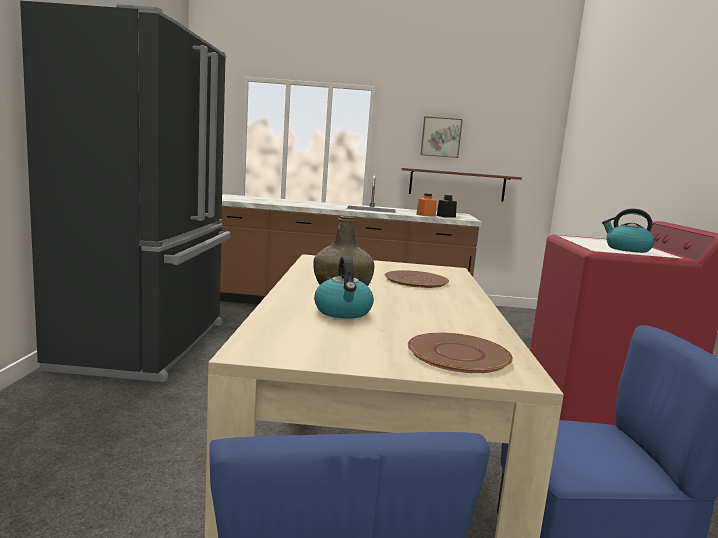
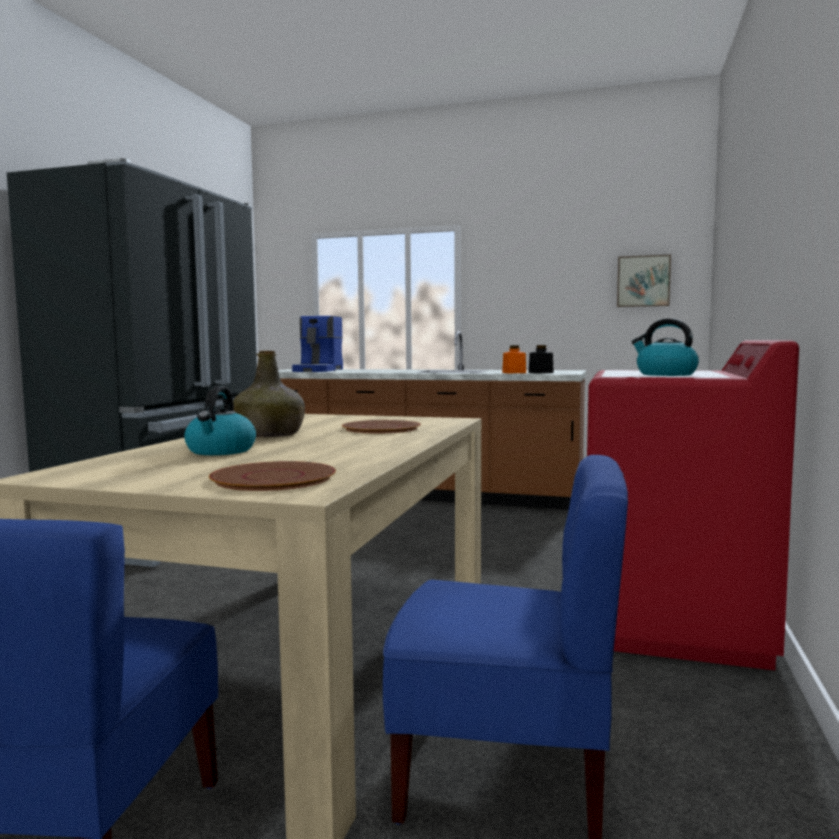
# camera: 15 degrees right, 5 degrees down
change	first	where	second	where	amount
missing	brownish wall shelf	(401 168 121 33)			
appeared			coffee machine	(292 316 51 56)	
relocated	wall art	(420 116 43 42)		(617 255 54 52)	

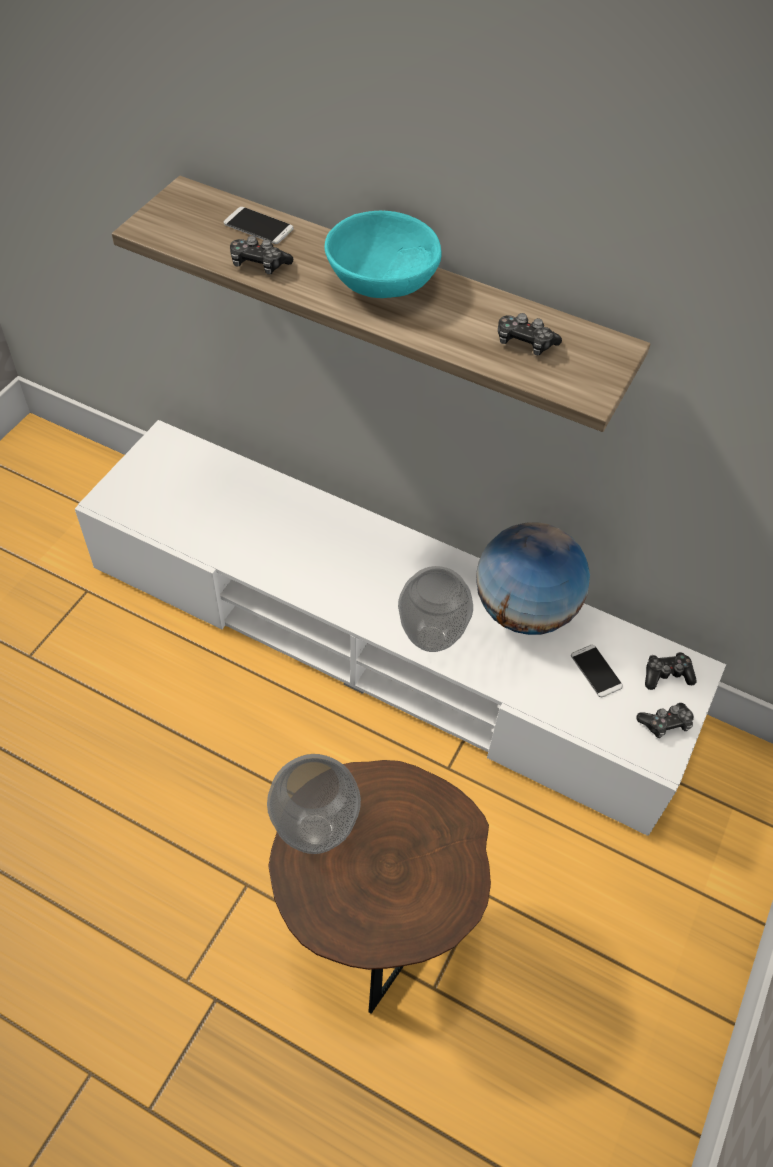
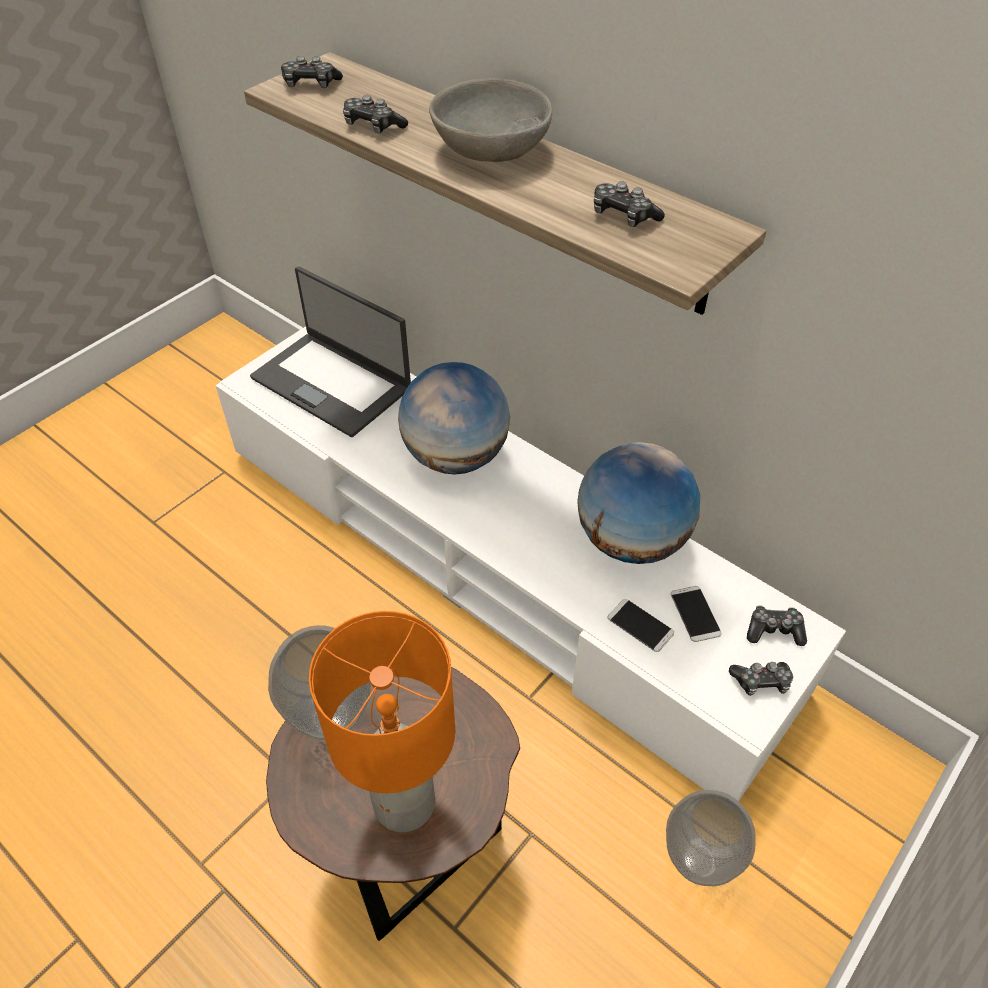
# camera: 15 degrees right, 5 degrees down
change	first	where	second	where	amount
appeared			laptop	(250 267 161 170)	
appeared			gamepad	(281 56 62 32)	
appeared			orange table lamp	(309 611 146 221)	
appeared			globe	(398 362 112 112)	
relocated	telephone	(224 207 70 37)		(608 599 66 53)	
relocated	flower vase	(398 566 75 86)		(666 790 90 96)	
colour	blue-green bowl	(325 211 116 87)	gray bowl	(429 78 123 84)	

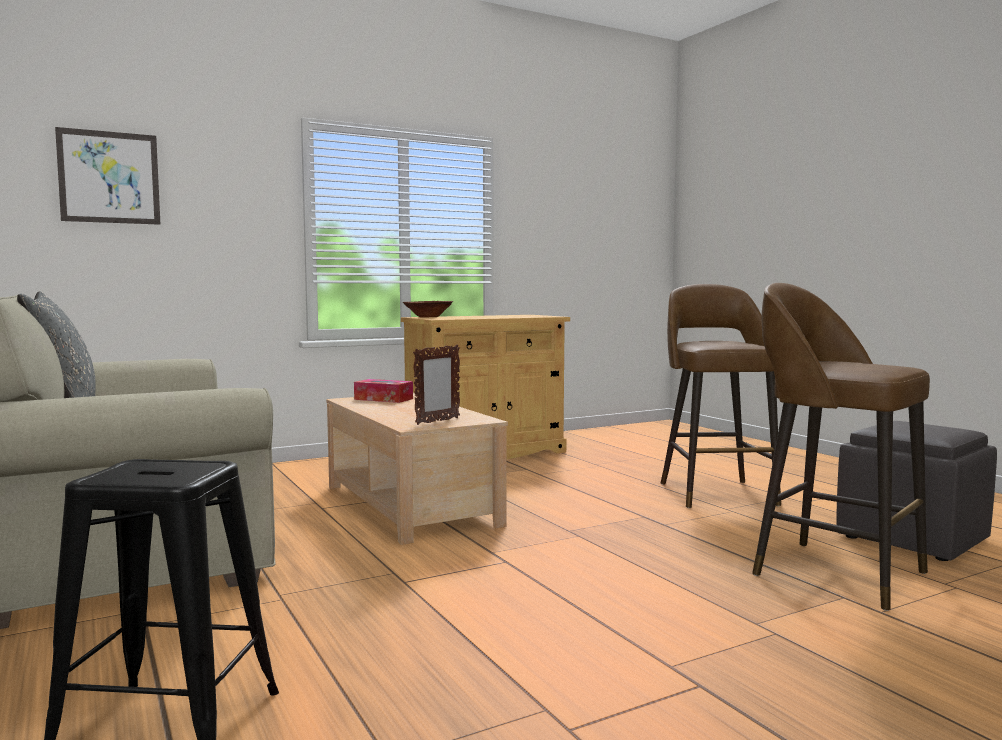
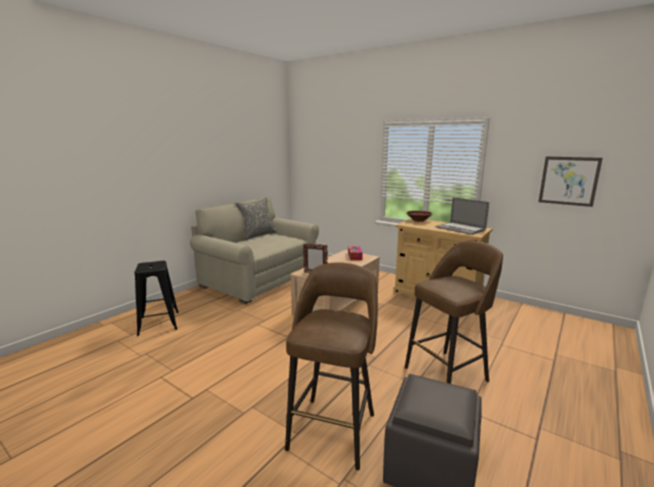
# camera: 65 degrees right, 10 degrees up
change	first	where	second	where	amount
appeared			laptop	(436 197 53 38)	
relocated	wall art	(55 127 105 98)		(538 156 65 51)	

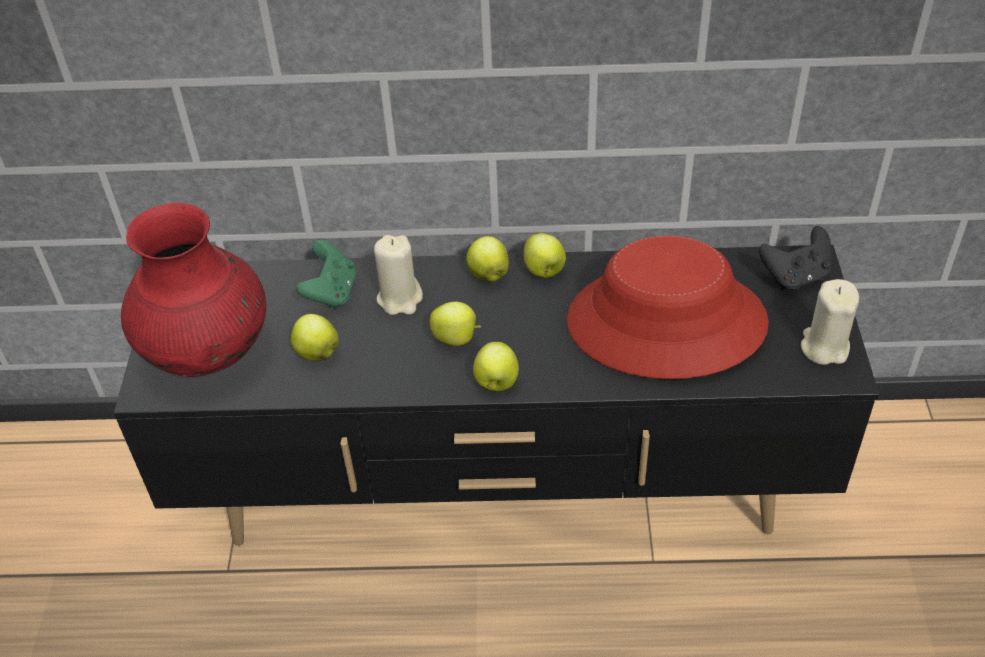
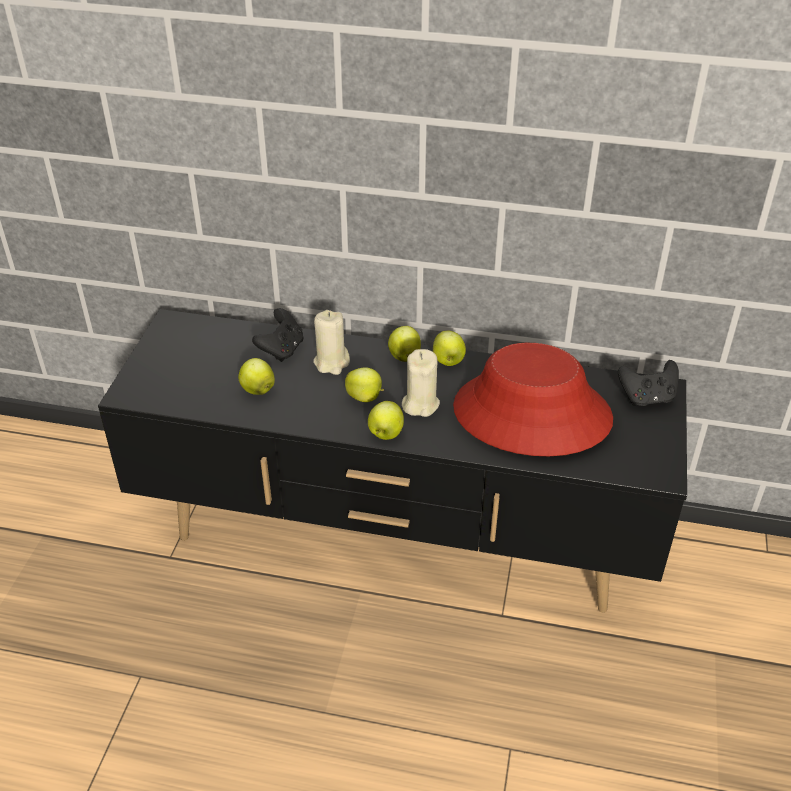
# camera: 10 degrees right, 5 degrees down
change	first	where	second	where	amount
missing	reddish flower vase	(121 203 145 174)			
relocated	beige wax light	(801 279 58 86)		(402 349 38 68)	
colour	greenish gamepad	(296 240 60 69)	blackish gamepad	(252 308 51 54)	

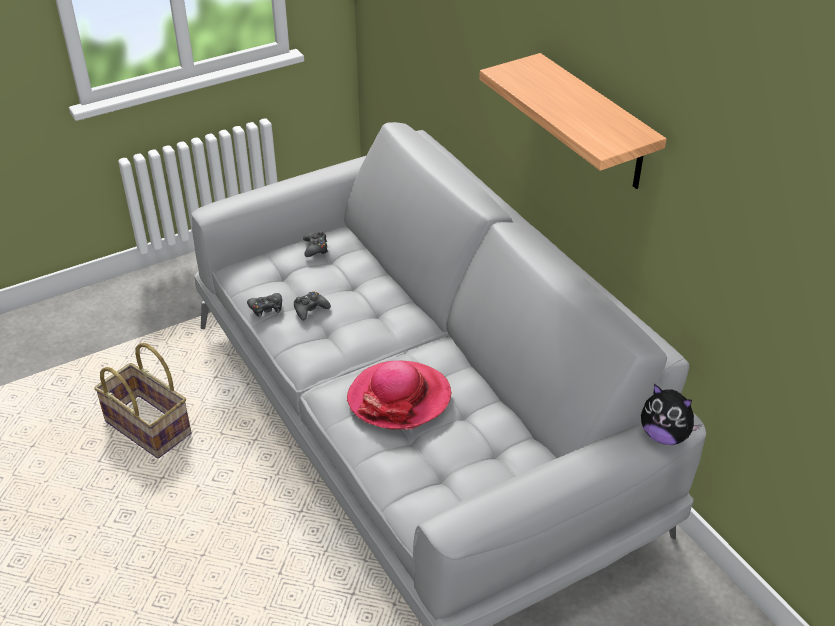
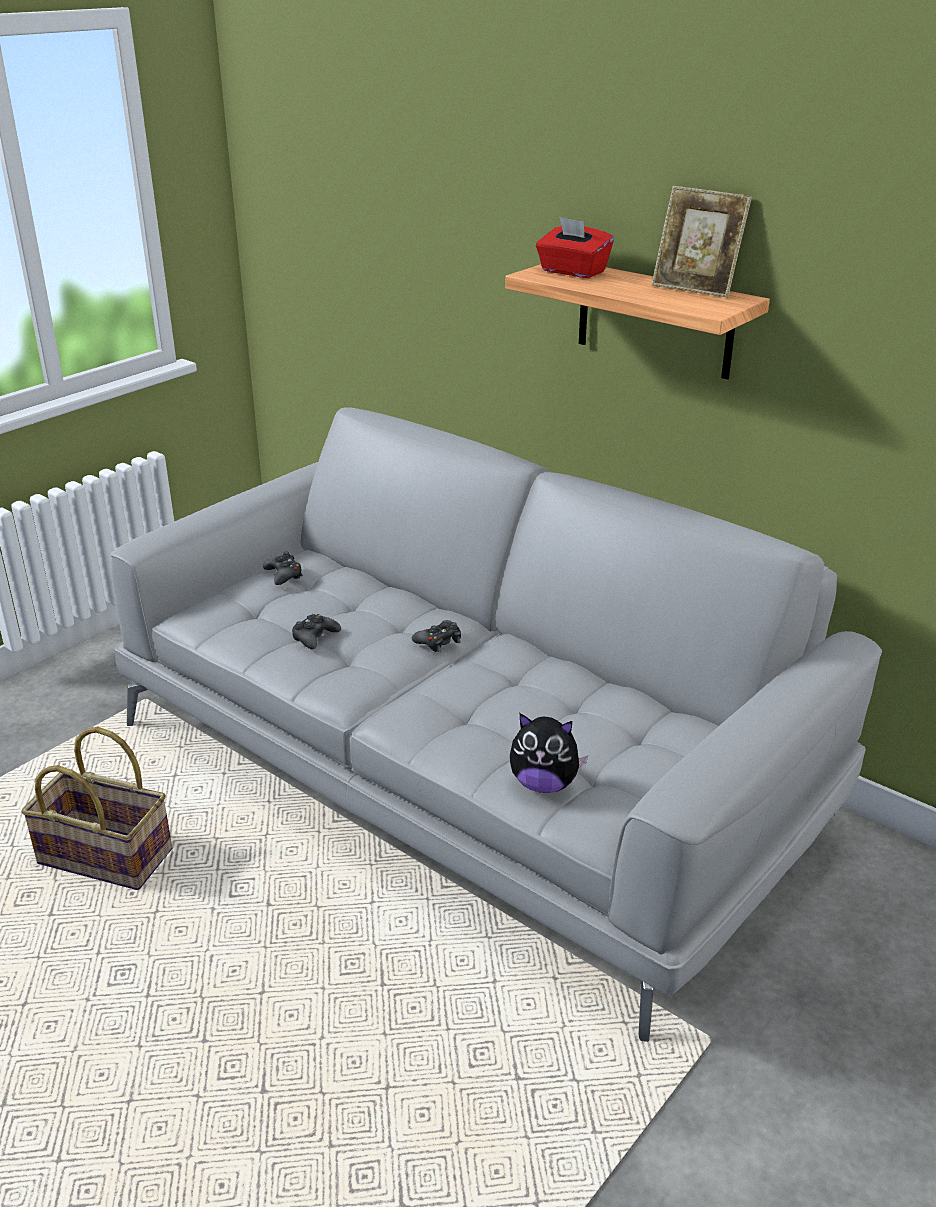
# camera: 20 degrees left, 10 degrees down
change	first	where	second	where	amount
missing	wearable hat	(347 361 104 69)			
appeared			reddish tissue holder	(536 217 78 61)	
appeared			picture frame	(652 186 100 112)	
relocated	blackish gamepad	(247 293 35 24)		(412 620 49 32)	
relocated	plush toy	(641 384 61 61)		(510 713 78 80)	

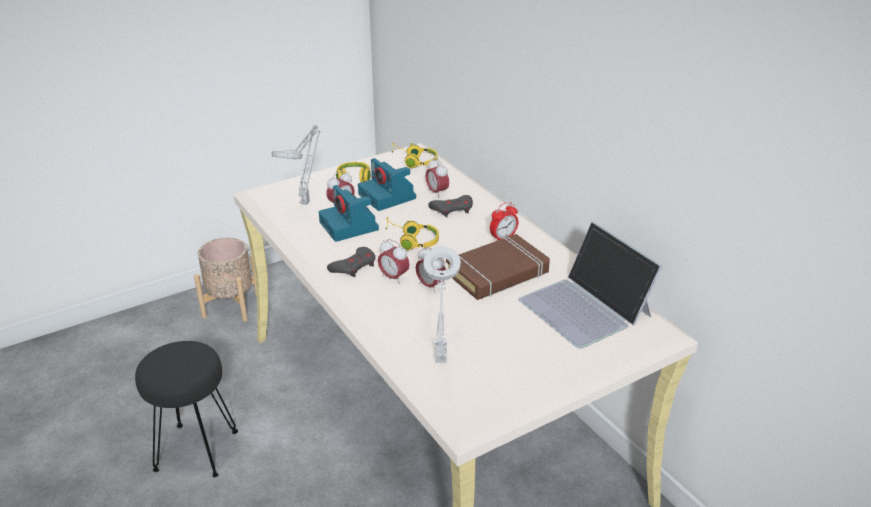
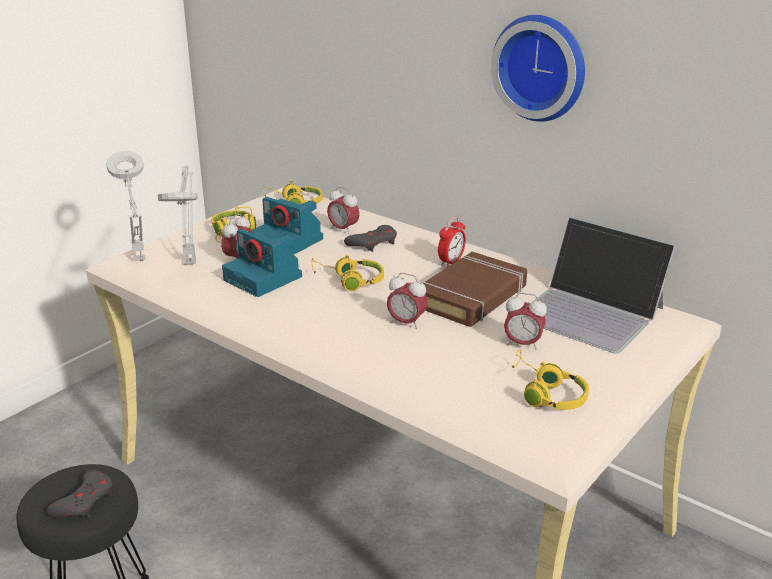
# camera: 20 degrees left, 5 degrees down
change	first	where	second	where	amount
missing	beige flower pot	(194 237 63 85)			
appeared			hanging clock	(491 15 94 107)	
appeared			yellow pair of headphones	(511 350 78 60)	
relocated	gray gamepad	(327 247 48 30)		(46 470 66 48)	
relocated	bedside clock	(378 239 32 45)		(504 293 43 57)	
relocated	gray table lamp	(423 246 38 117)		(106 151 40 110)	

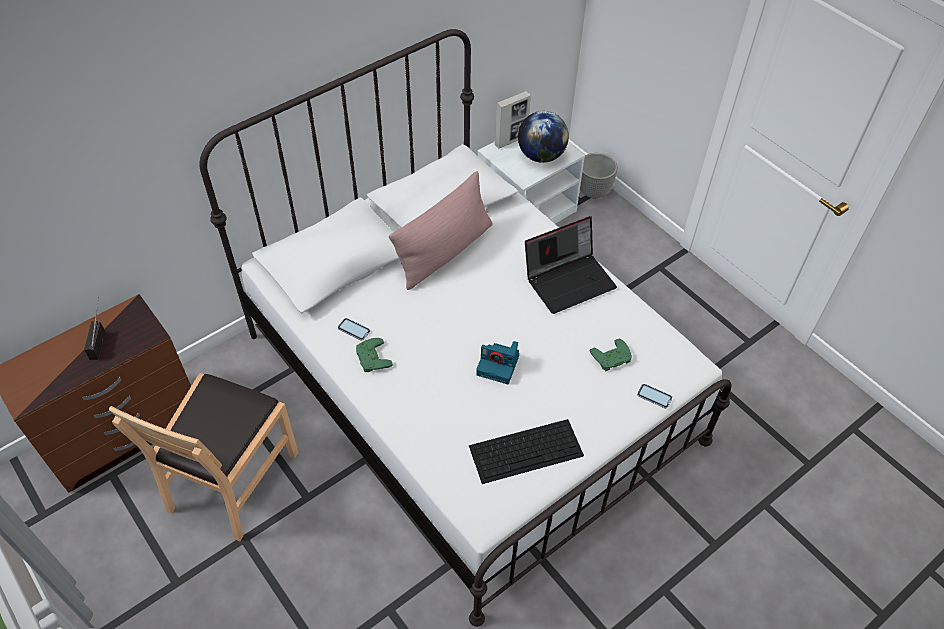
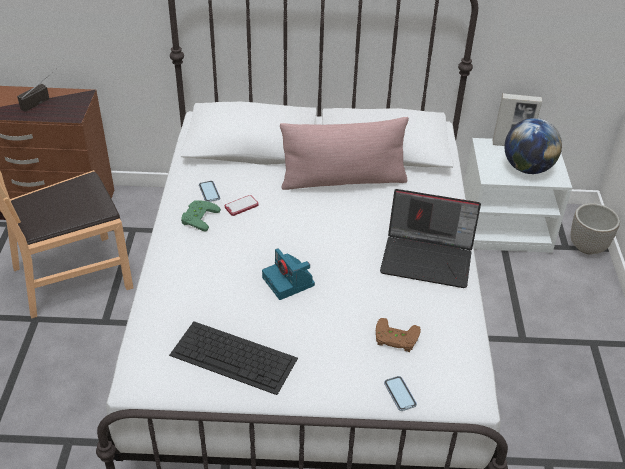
# camera: 40 degrees right, 10 degrees down
change	first	where	second	where	amount
appeared			telephone	(225 195 34 21)	
colour	greenish gamepad	(590 339 42 32)	brownish gamepad	(376 318 45 34)	

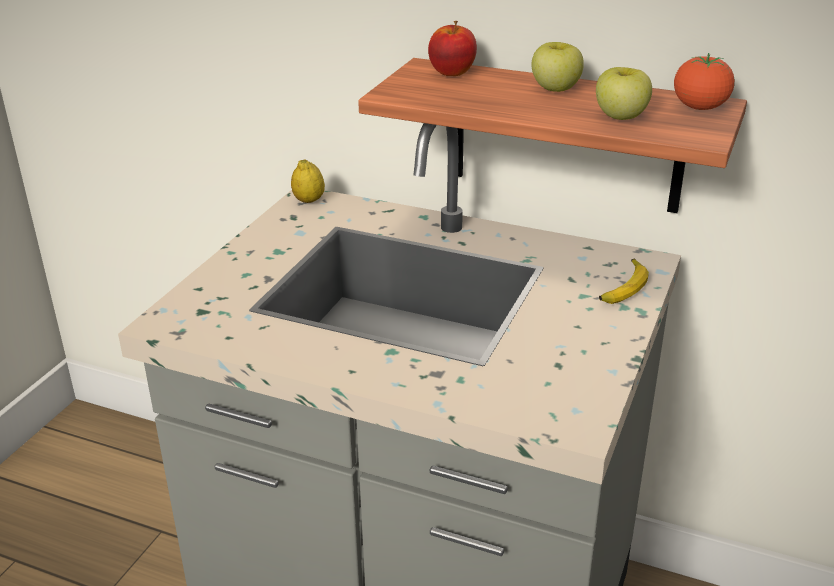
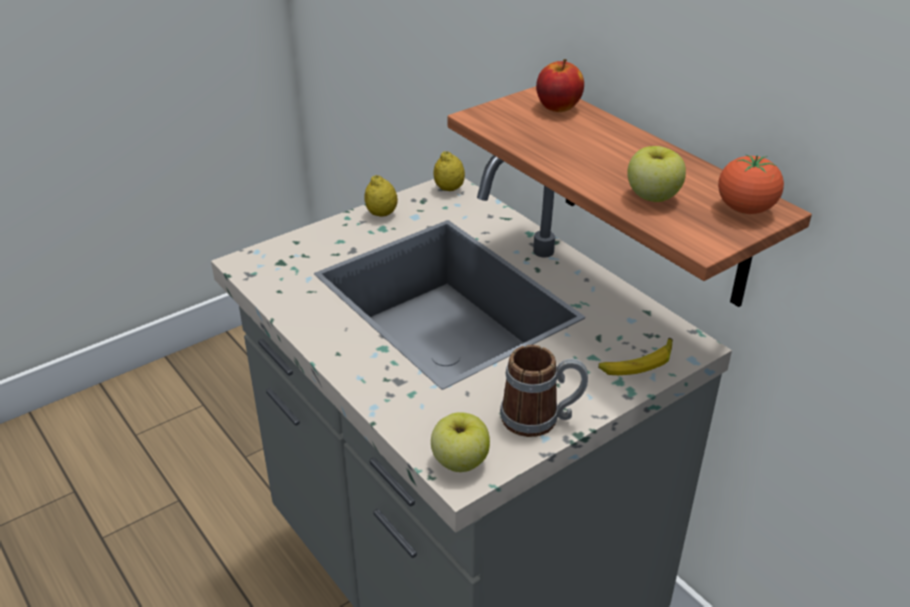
# camera: 30 degrees right, 5 degrees up
change	first	where	second	where	amount
appeared			whole lemon	(364 175 34 42)	
appeared			mug	(500 345 88 92)	
relocated	apple fruit	(531 42 53 50)		(431 412 59 60)	

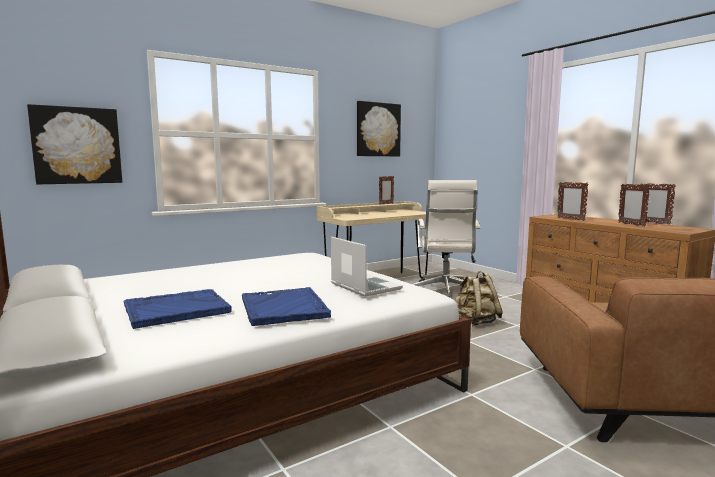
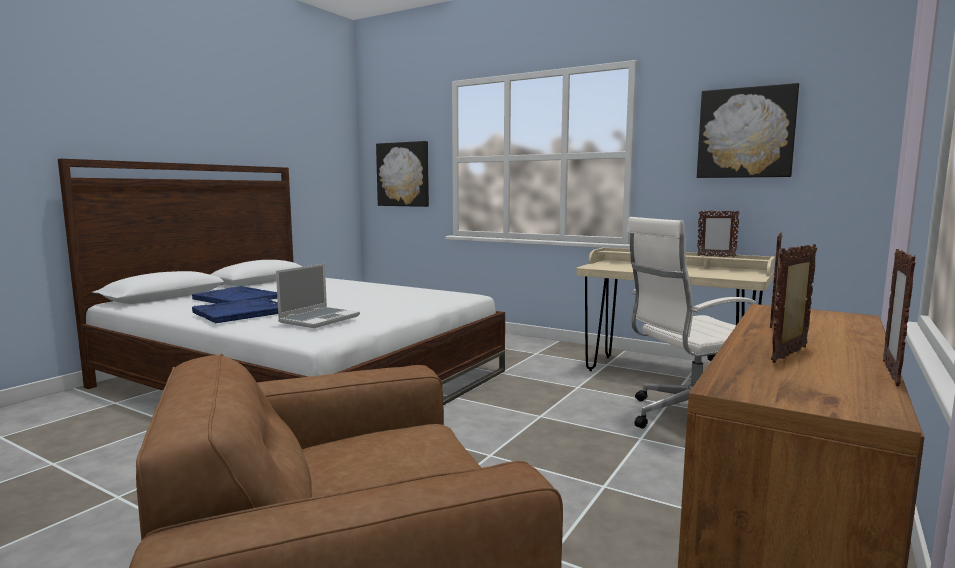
# camera: 65 degrees right, 0 degrees up
change	first	where	second	where	amount
missing	beige rucksack	(455 271 48 54)			

